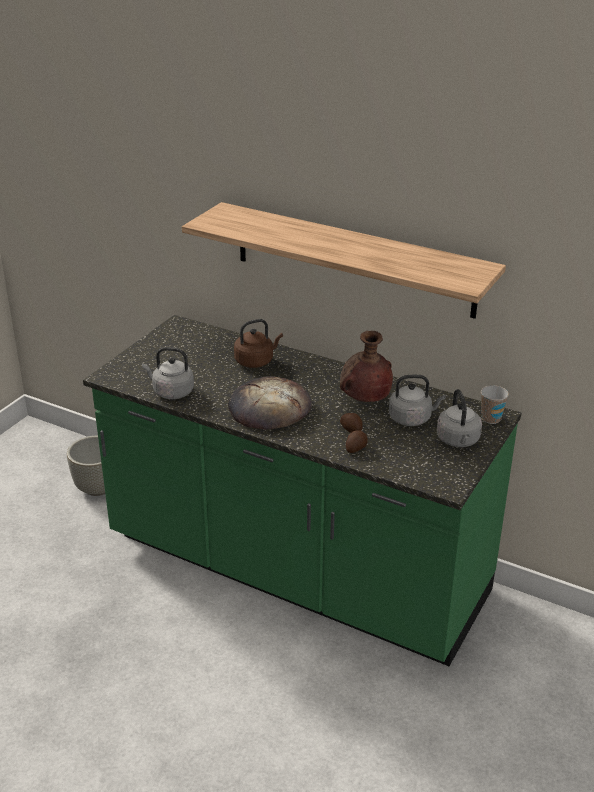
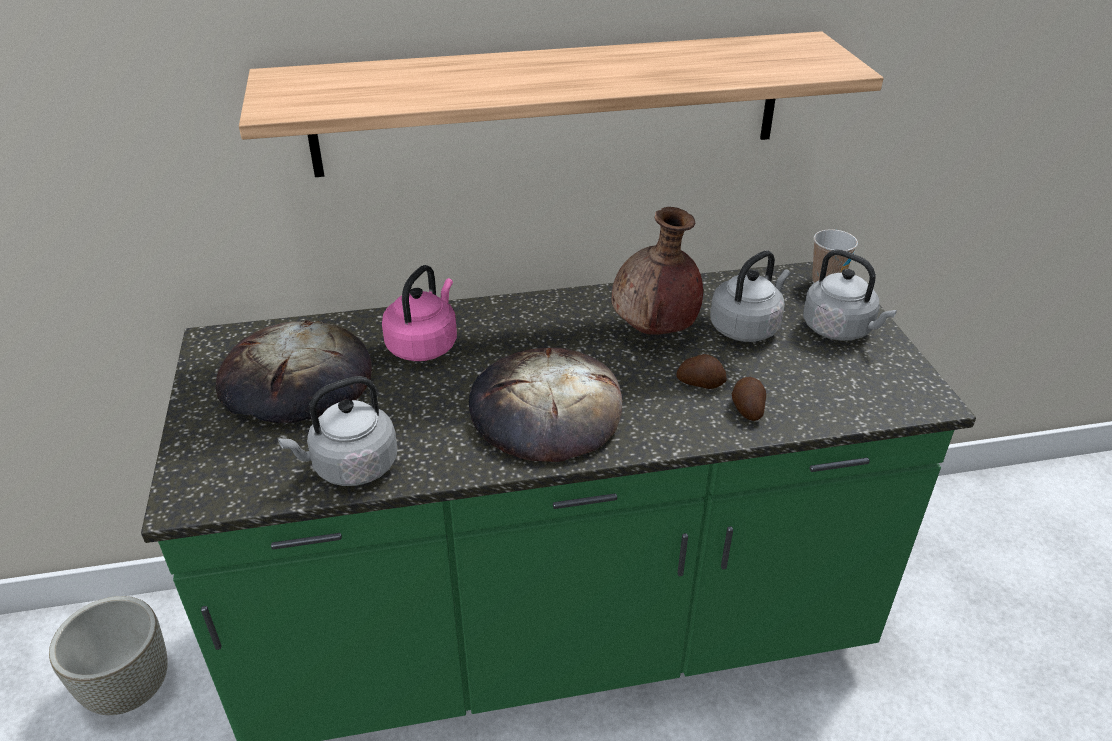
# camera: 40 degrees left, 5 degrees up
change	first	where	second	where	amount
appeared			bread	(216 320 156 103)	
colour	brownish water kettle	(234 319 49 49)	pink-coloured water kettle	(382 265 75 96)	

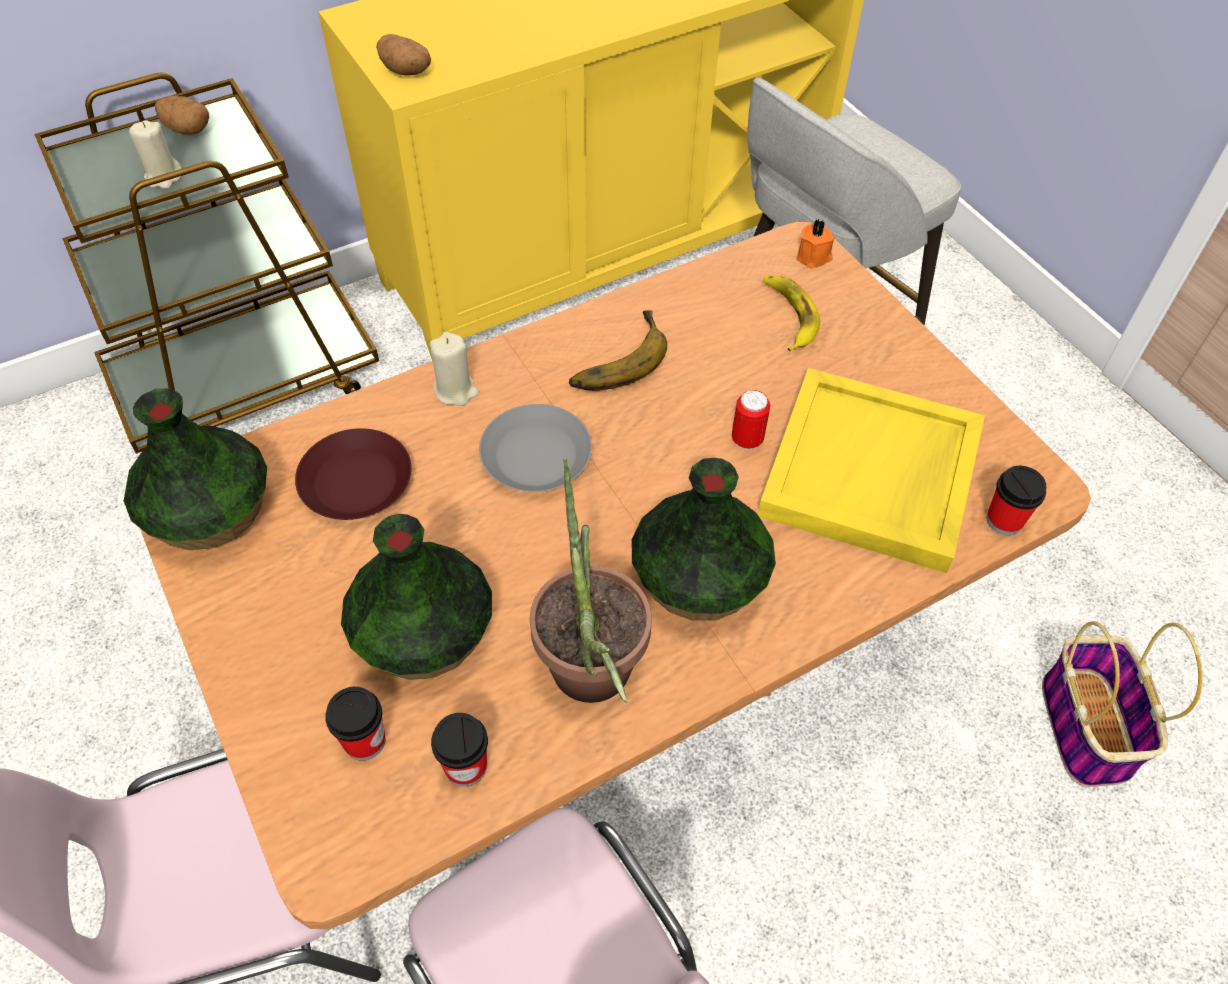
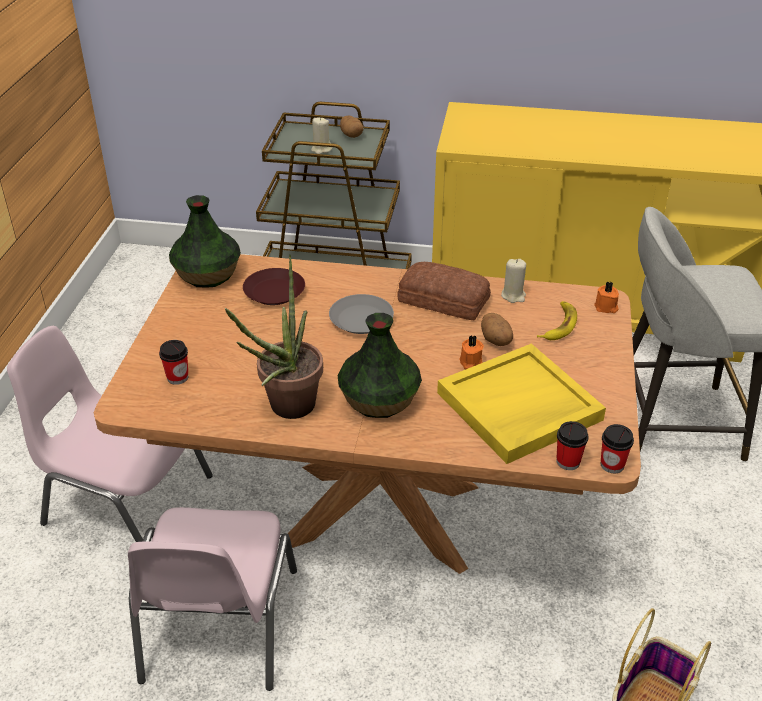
# camera: 40 degrees right, 15 degrees down
change	first	where	second	where	amount
missing	flower vase	(341 514 151 166)			
relocated	potato	(376 34 55 42)		(481 313 32 33)	
relocated	beige wax light	(430 332 49 74)		(501 259 25 44)	
relocated	cup	(431 713 57 74)		(601 424 33 49)	
exchanged	whole banana	(569 310 98 81)	bread	(398 262 93 58)	
exchanged	sealed can	(732 390 38 60)	orange wax light	(459 335 25 34)	

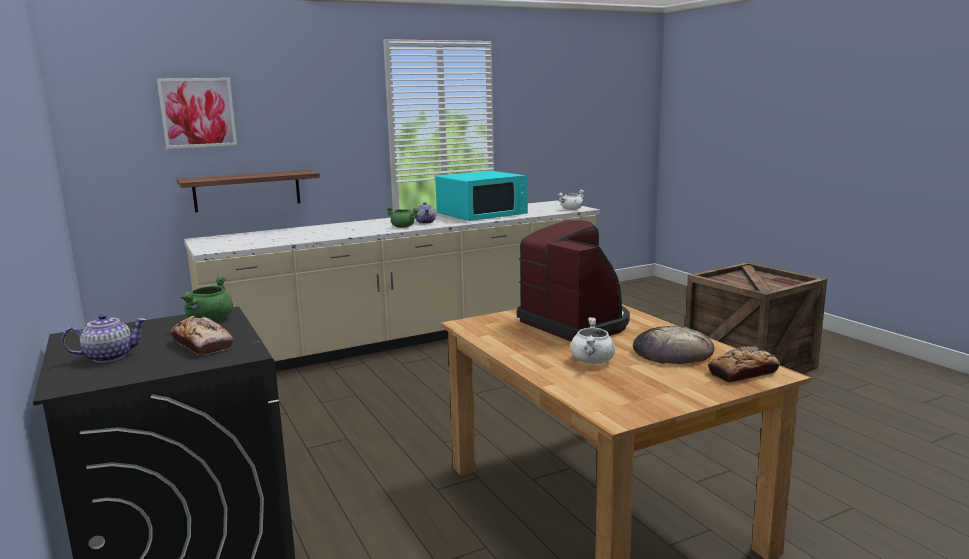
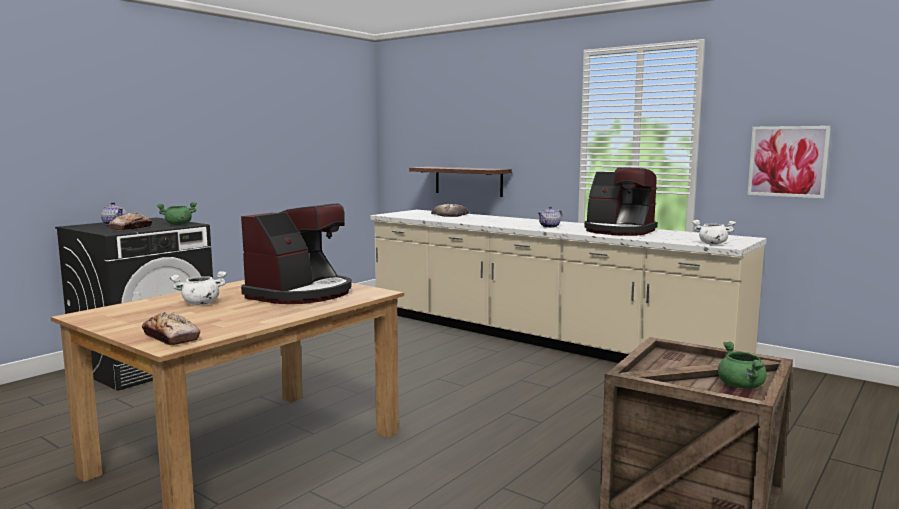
# camera: 65 degrees right, 5 degrees down
change	first	where	second	where	amount
relocated	wall art	(157 78 80 71)		(747 126 84 72)	
relocated	greenish stockpot	(386 206 33 22)		(718 342 49 47)	
relocated	bread	(633 326 81 38)		(431 204 38 13)	
exchanged	blue-green kitchen microwave	(435 171 93 50)	coffee machine	(584 168 74 68)	

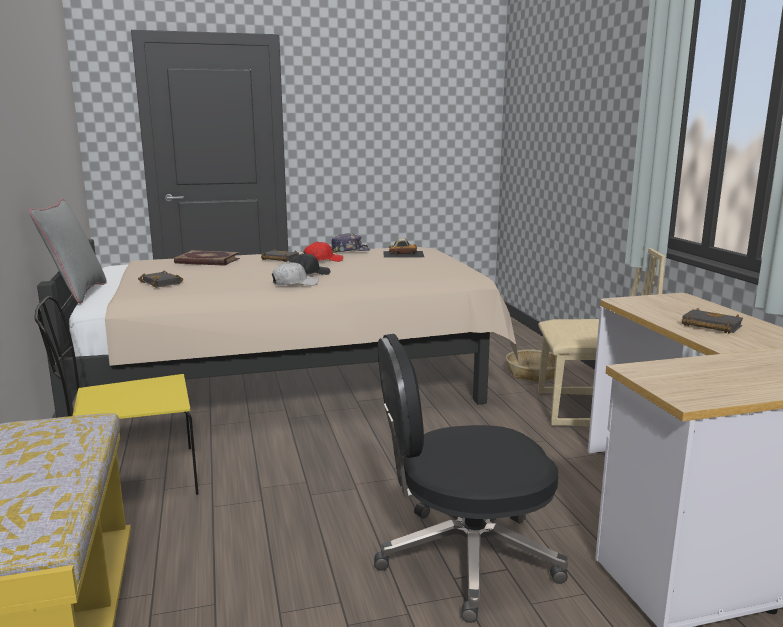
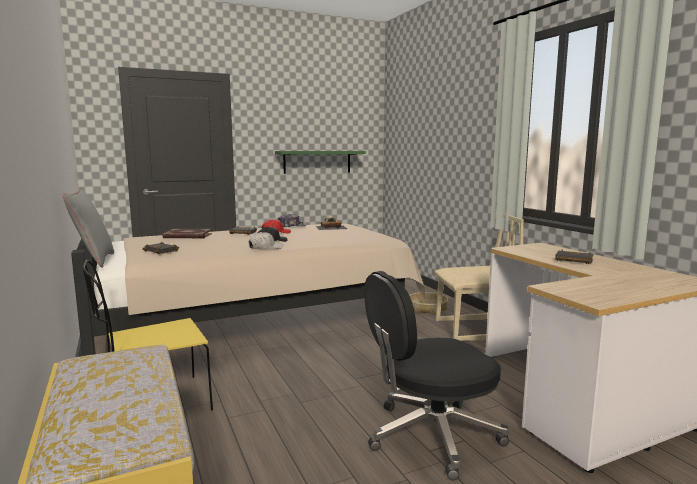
# camera: 10 degrees left, 5 degrees down
change	first	where	second	where	amount
appeared			greenish wall shelf	(275 151 91 23)	

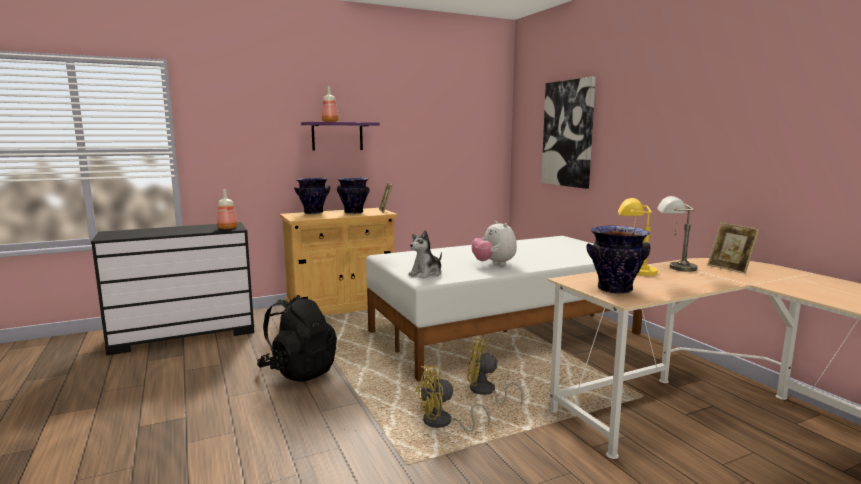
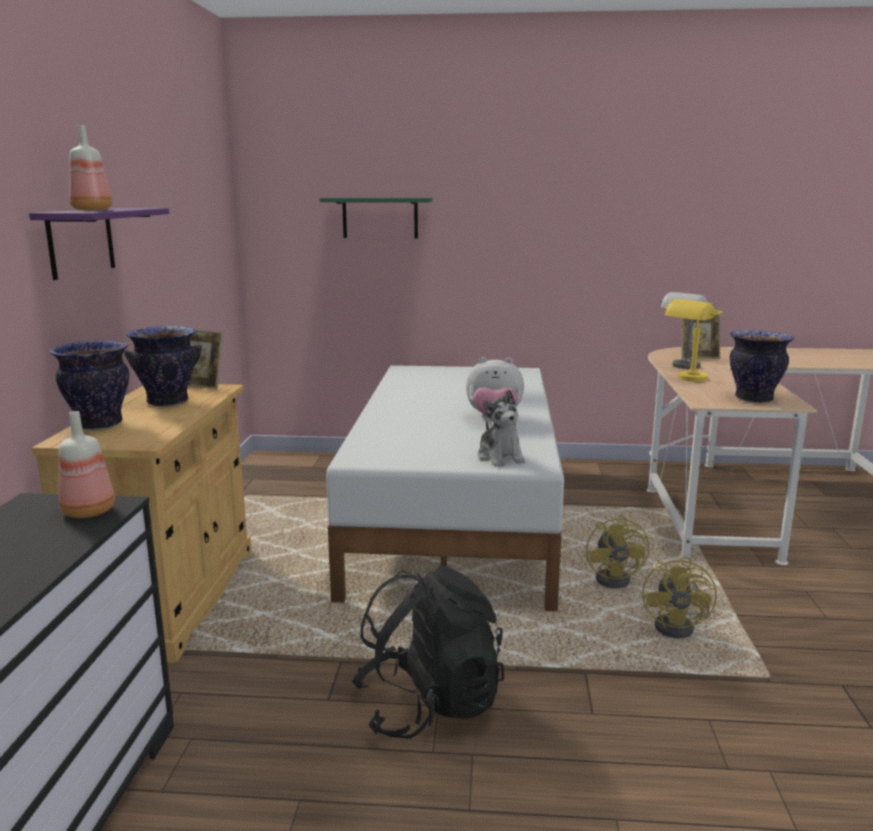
# camera: 60 degrees left, 5 degrees up
change	first	where	second	where	amount
exchanged	wall art	(541 77 55 112)	greenish wall shelf	(320 197 113 41)	
spun	yellow fan	(467 338 56 67)		(586 515 63 73)	45 degrees counterclockwise

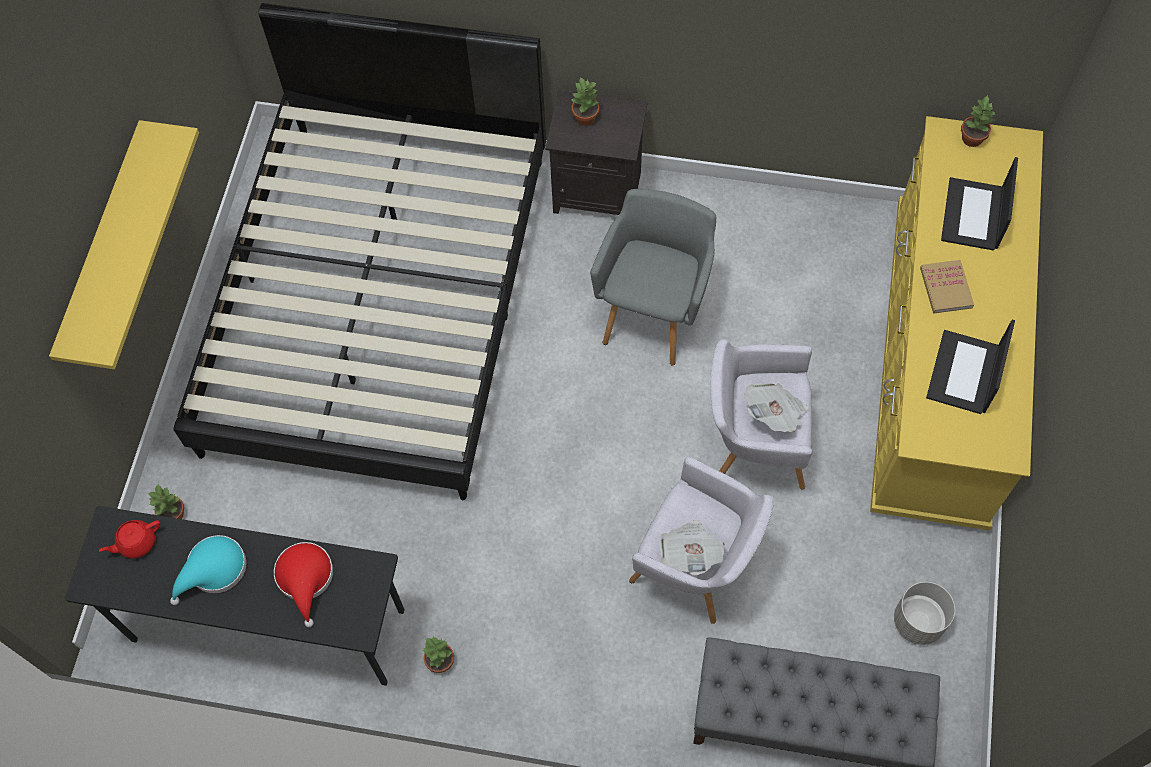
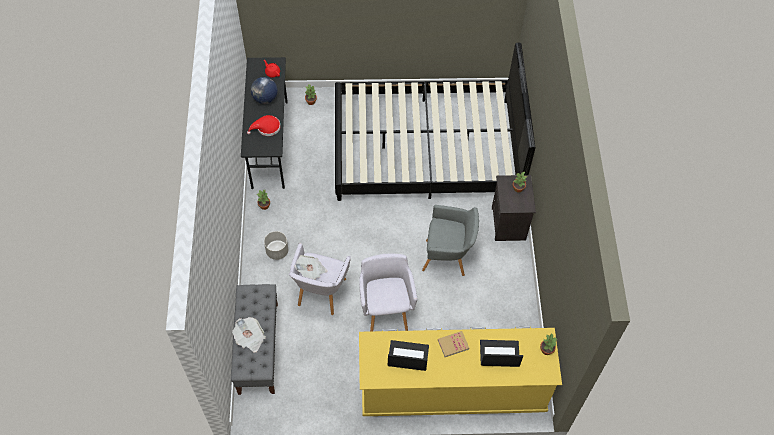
# camera: 75 degrees right, 5 degrees down
change	first	where	second	where	amount
missing	yellow wall shelf	(49 120 150 249)			
relocated	newspaper	(744 383 65 49)		(232 317 34 36)	
relocated	gray flower pot	(894 582 61 63)		(264 231 24 29)	
exchanged	blue-green wearable hat	(170 535 76 70)	globe	(251 77 27 27)	

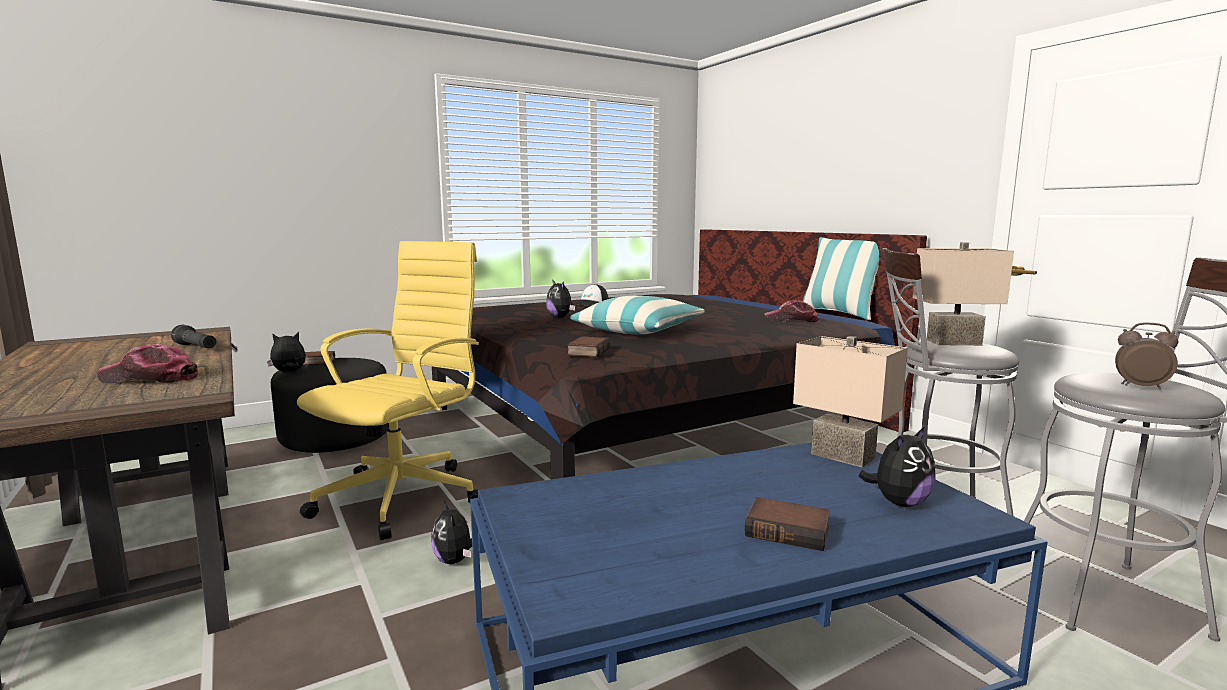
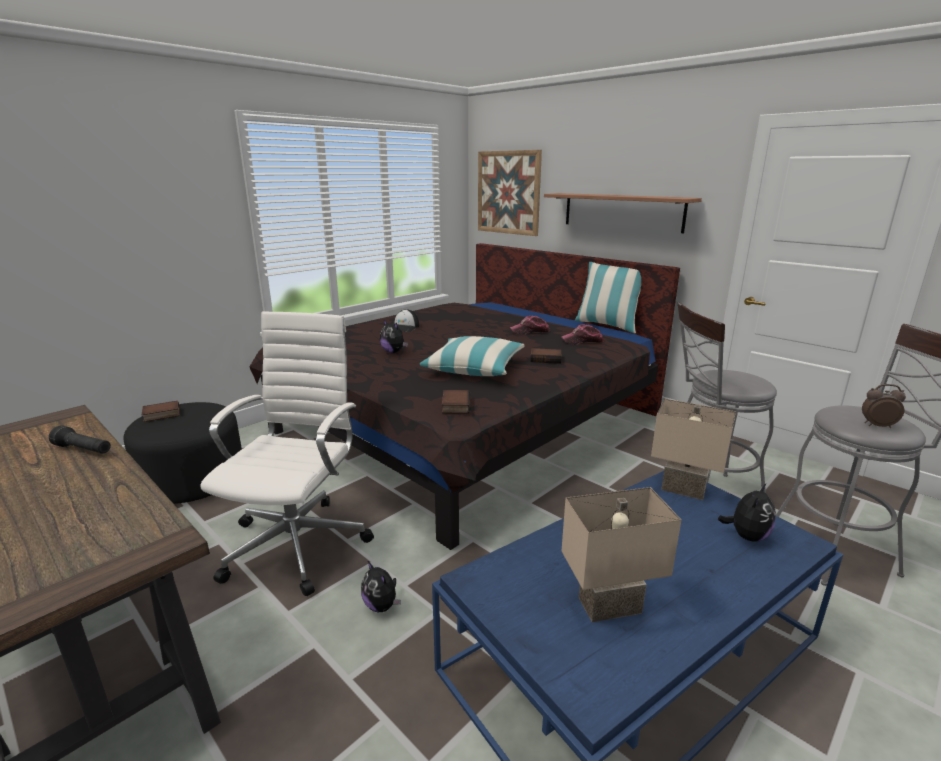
# camera: 15 degrees left, 10 degrees up
change	first	where	second	where	amount
missing	plush toy	(267 332 39 40)			
appeared			wall art	(478 150 64 86)	
appeared			wall shelf	(544 193 158 40)	
relocated	cap	(97 344 101 39)		(510 316 40 19)	
relocated	volume	(745 497 85 54)		(530 348 32 16)	
relocated	beige table lamp	(913 242 101 104)		(562 487 119 135)	
colour	yellow office chair	(297 241 182 299)	white-coloured office chair	(200 311 174 285)	

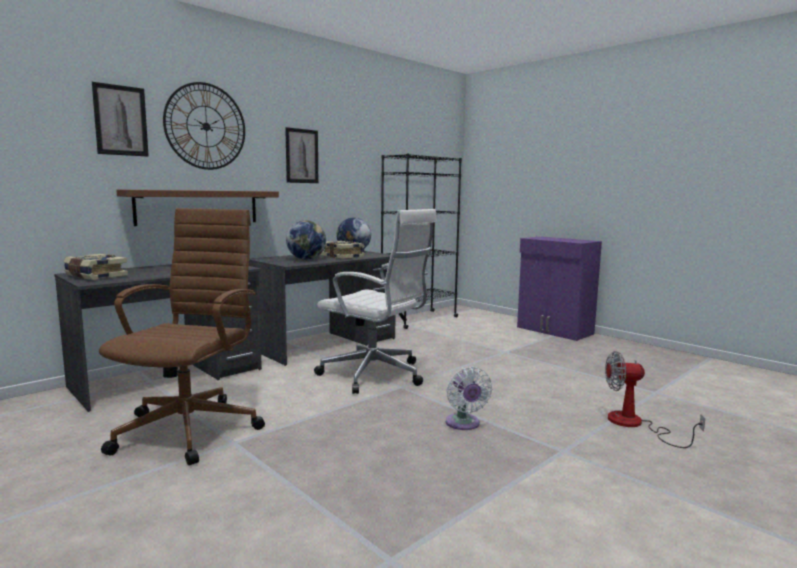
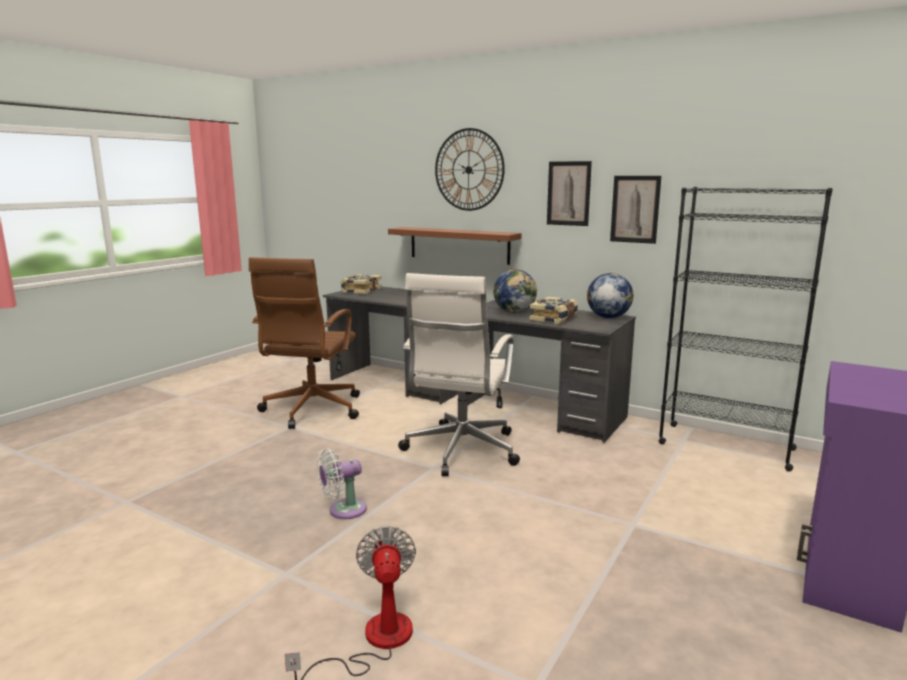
# camera: 75 degrees right, 5 degrees up
change	first	where	second	where	amount
relocated	wall art	(92 82 57 75)		(610 176 52 68)	
spun	brownish office chair	(99 208 166 258)		(249 257 111 172)	105 degrees clockwise

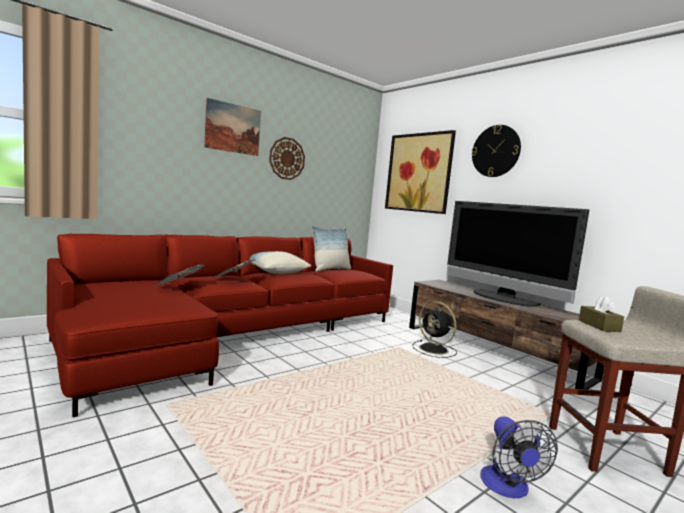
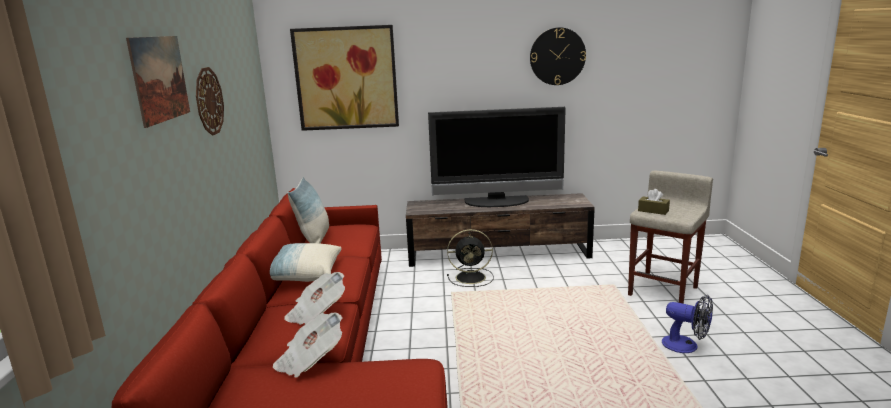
# camera: 50 degrees left, 10 degrees up
change	first	where	second	where	amount
relocated	hanging clock	(472 125 49 52)		(530 27 56 58)	

